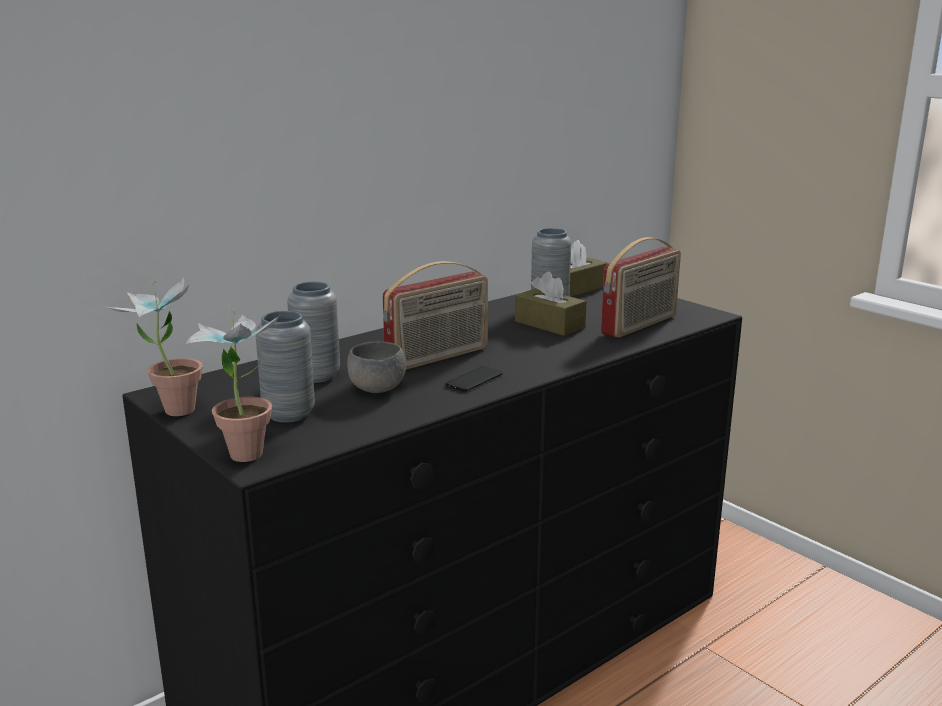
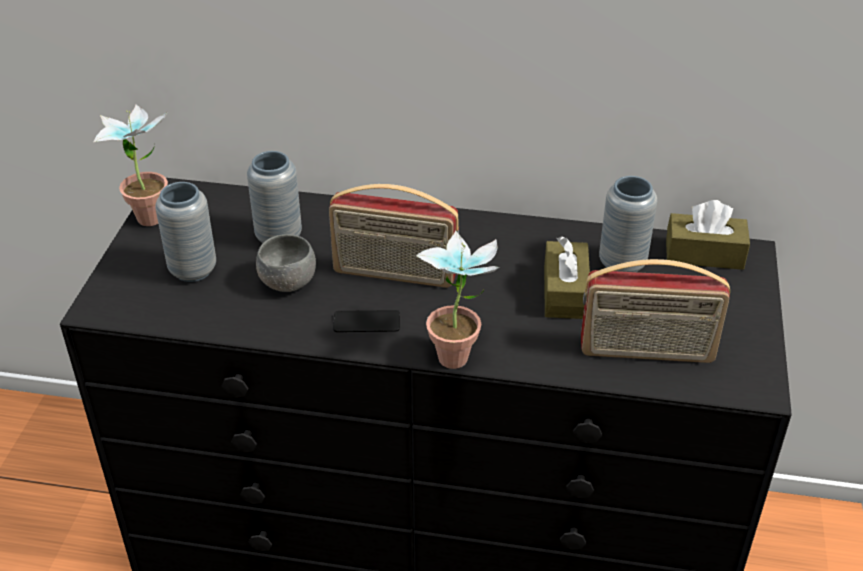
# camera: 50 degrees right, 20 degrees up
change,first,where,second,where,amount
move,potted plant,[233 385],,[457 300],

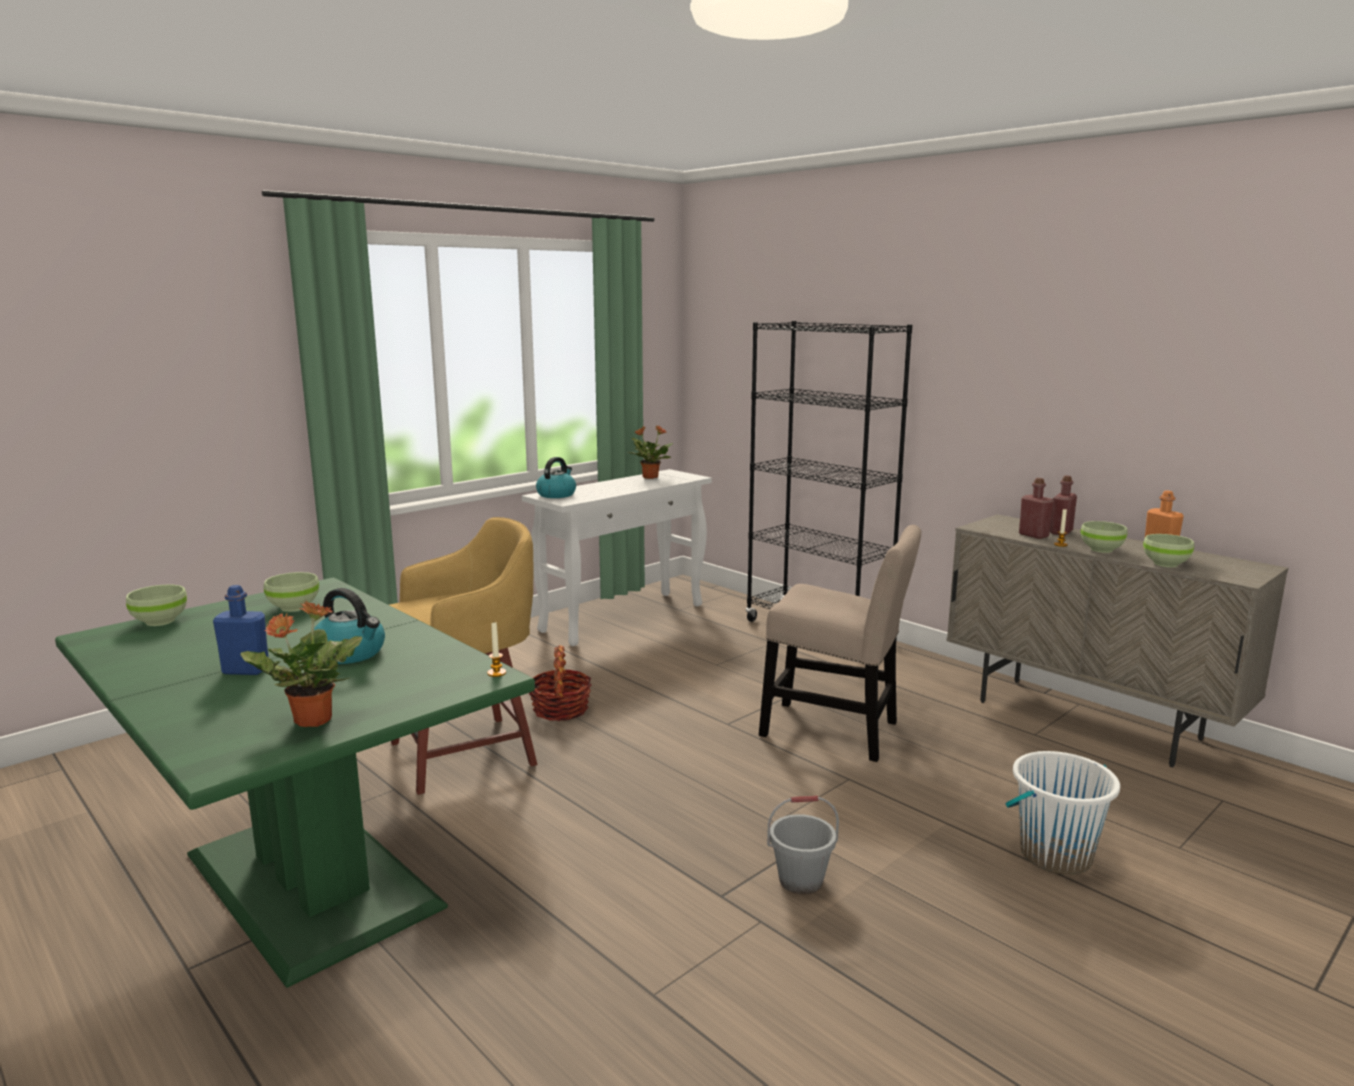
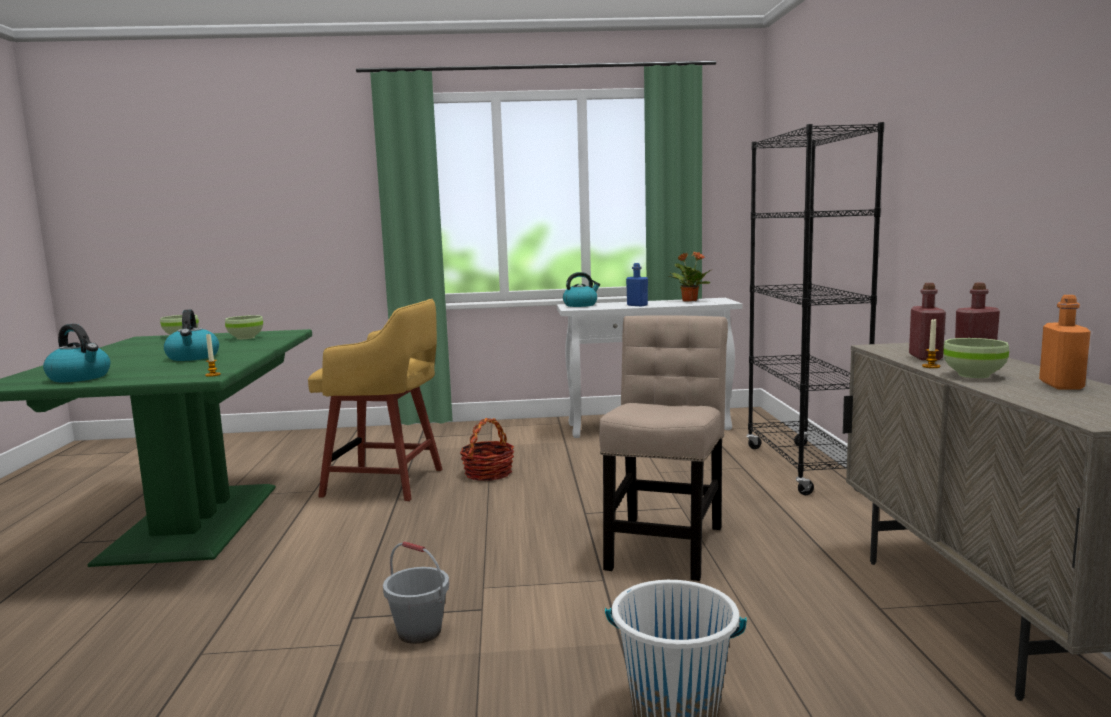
# camera: 40 degrees right, 5 degrees down
change,first,where,second,where,amount
delete,green bowl,[1168 550],,,
move,blue bottle,[241 630],,[637 284],
replace,potted plant,[301 664],kettle,[76 353],
rotate,beige chair,[840 643],,[663 448],135 degrees counterclockwise

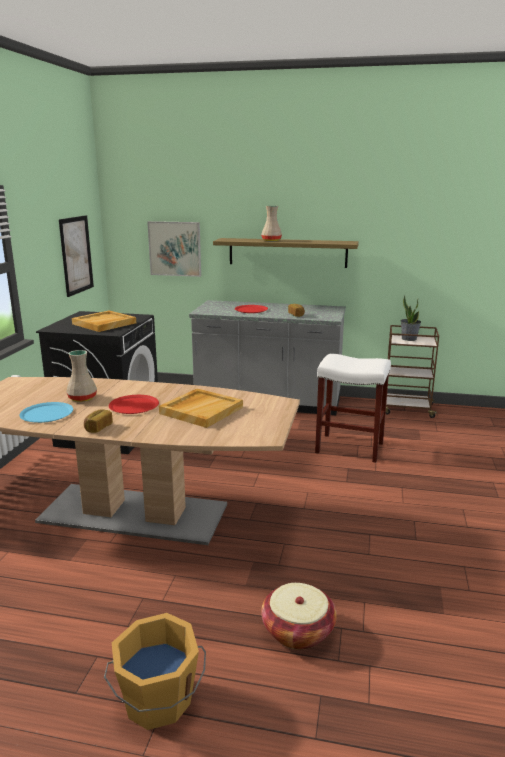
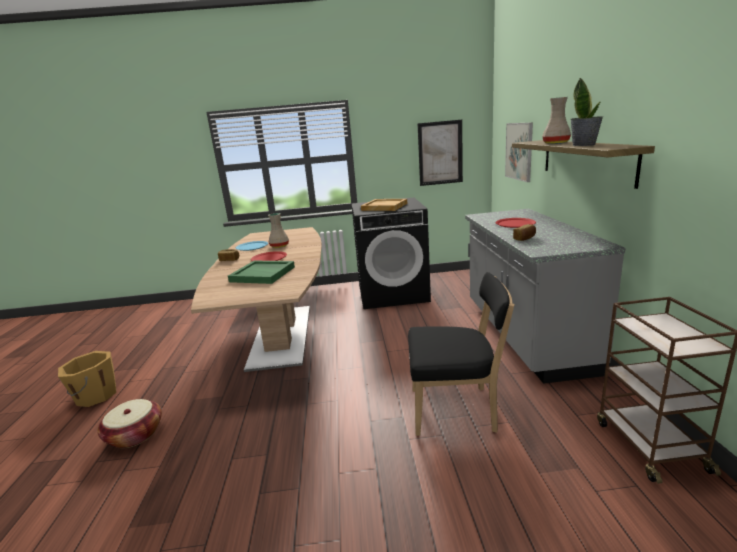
# camera: 75 degrees right, 0 degrees up
change,first,where,second,where,amount
move,potted plant,[411 318],,[586 111],
replace,white stool,[353 408],black chair,[461 354],
recolor,beige tray,[201 408],green tray,[261 272],

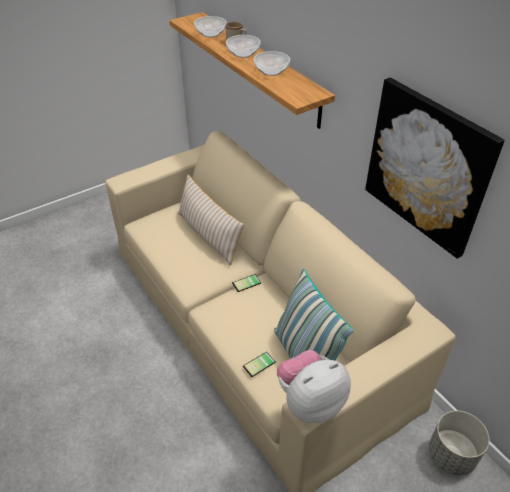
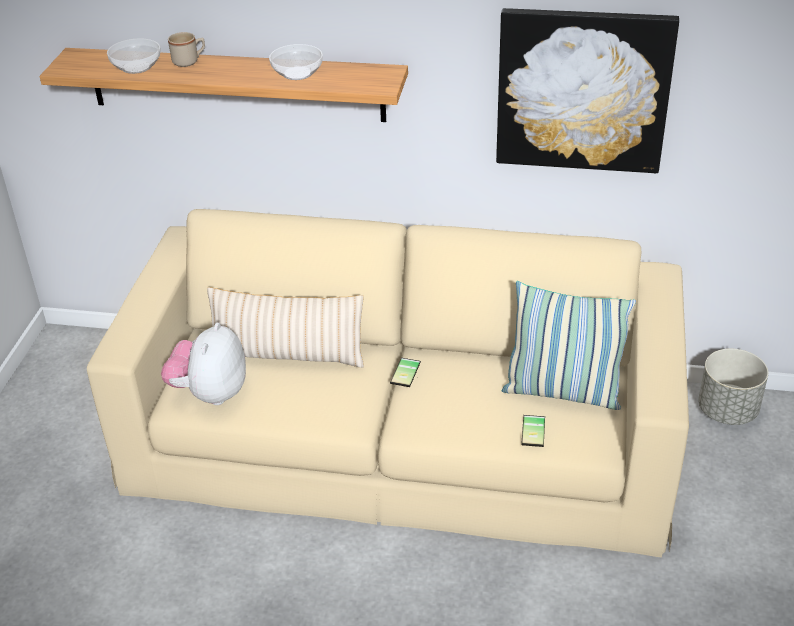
# camera: 45 degrees left, 5 degrees down
change,first,where,second,where,amount
delete,bowl,[243 46],,,
move,plush toy,[314 386],,[203 363],

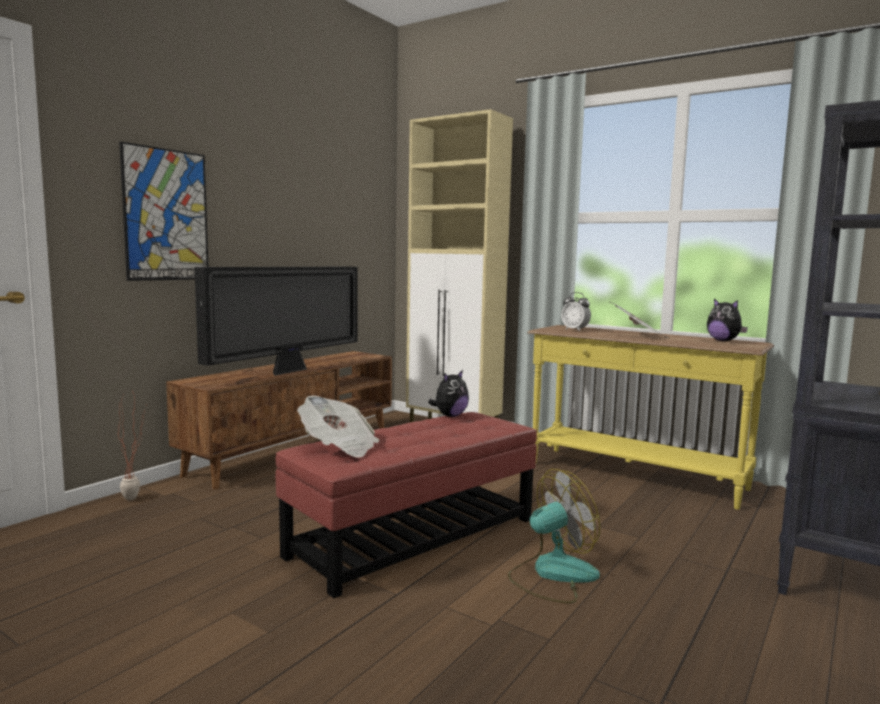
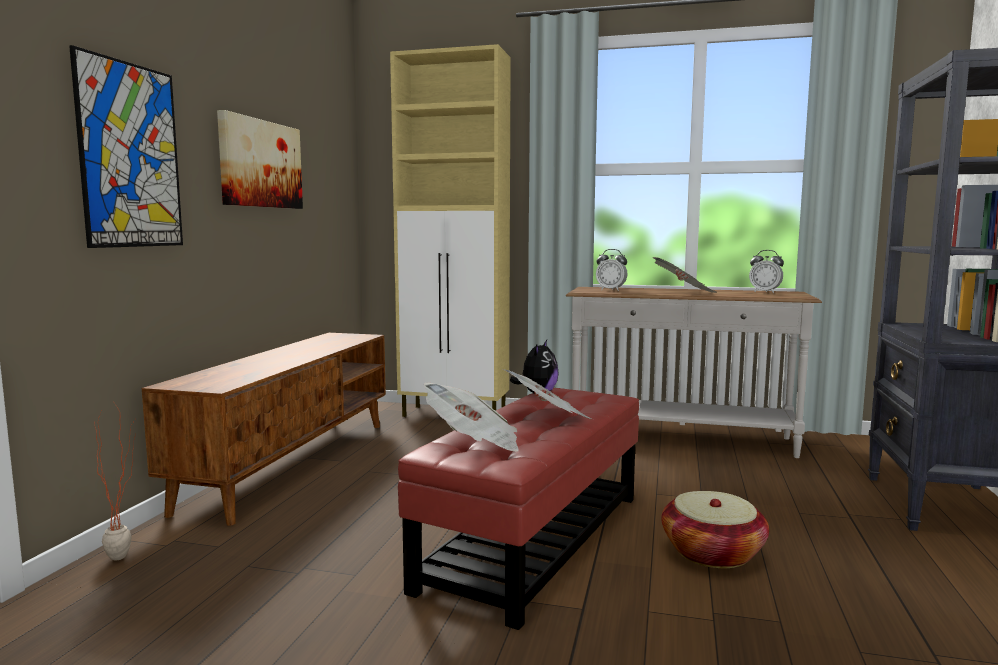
# camera: 20 degrees left, 0 degrees up
change,first,where,second,where,amount
delete,television,[276 321],,,
insert,,,picture,[260 159],
insert,,,newspaper,[547 394],
replace,fan,[554 536],basket,[715 529],
replace,plush toy,[727 320],alarm clock,[766 271],
recolor,yellow console table,[650 417],white console table,[694 372],

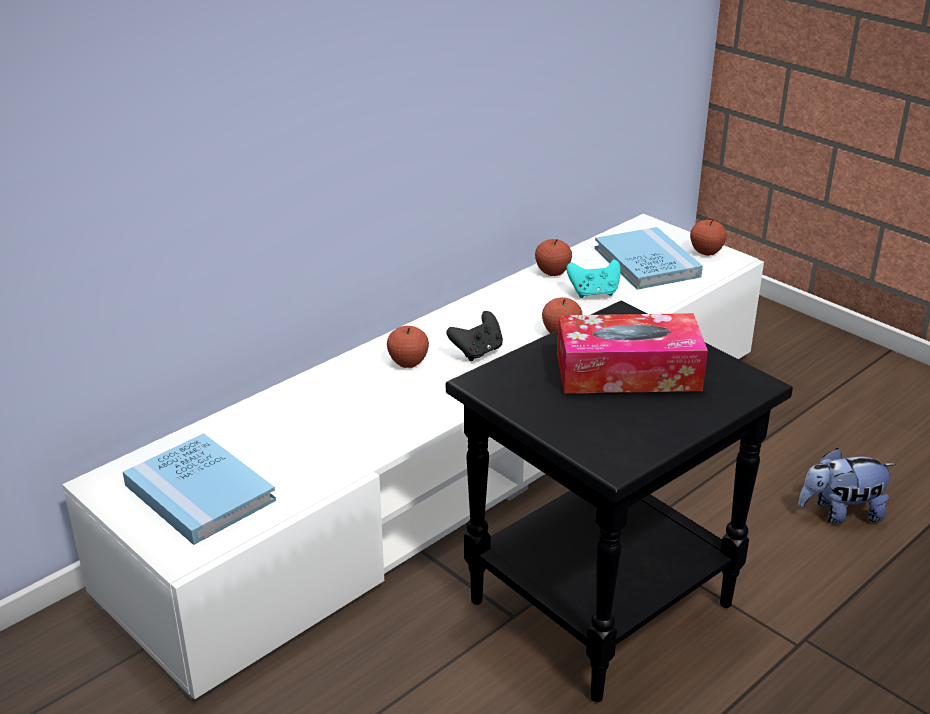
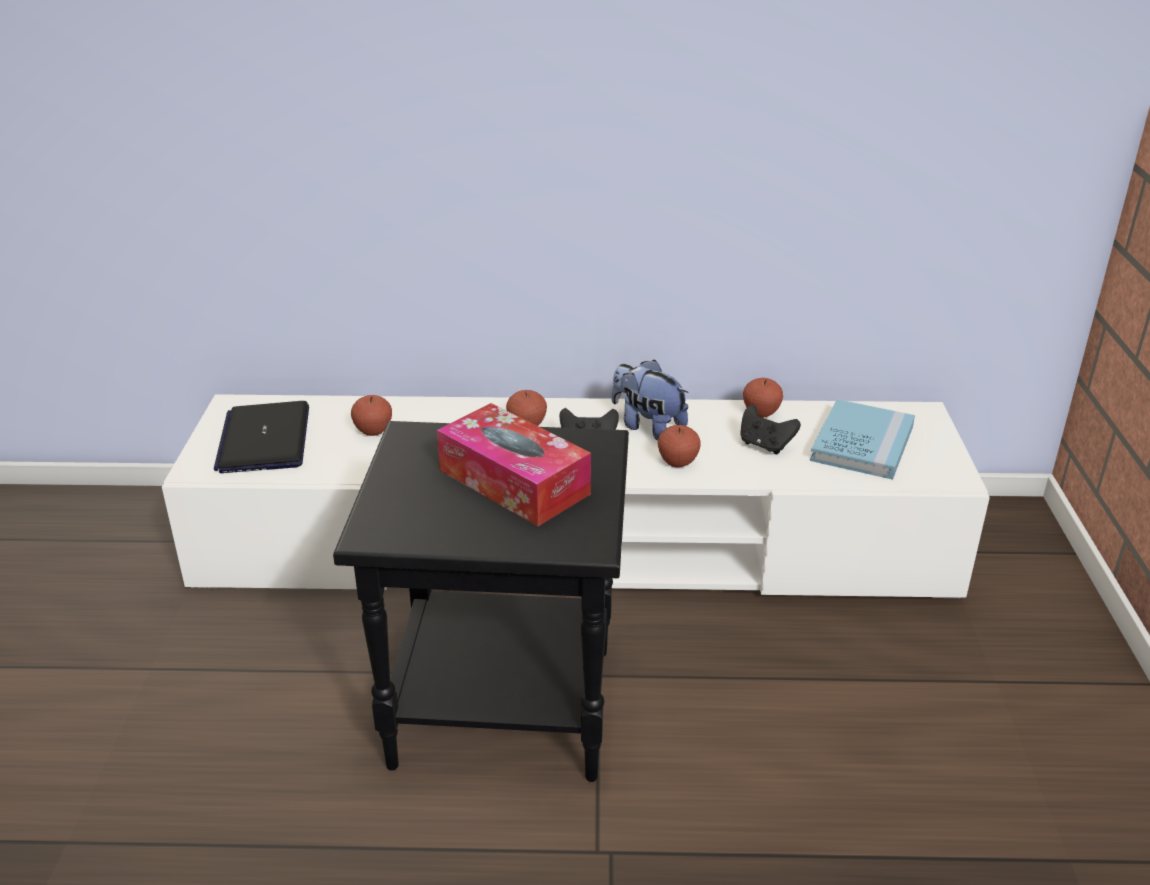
# camera: 45 degrees right, 0 degrees up
change,first,where,second,where,amount
move,apple,[708 237],,[371 415],
move,plush toy,[847 486],,[650 400],
replace,blue book,[199 489],laptop,[261 437],
recolor,turquoise game controller,[593 278],black game controller,[770 429],

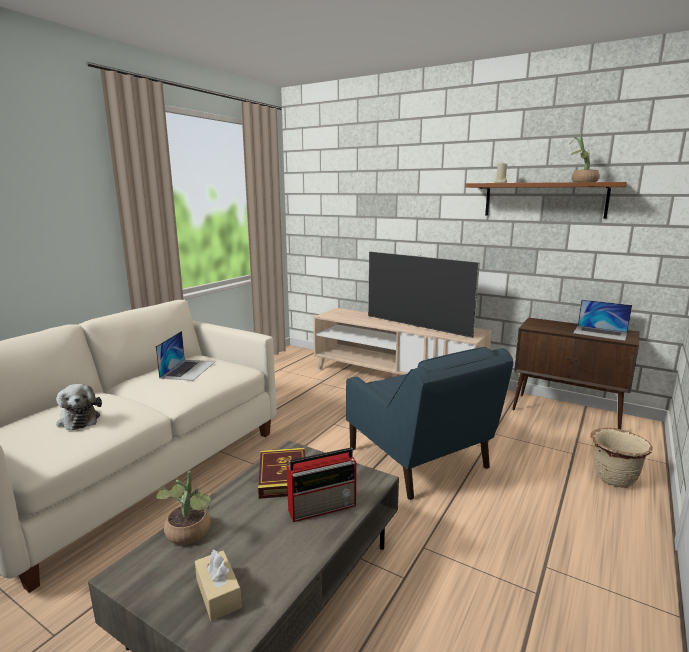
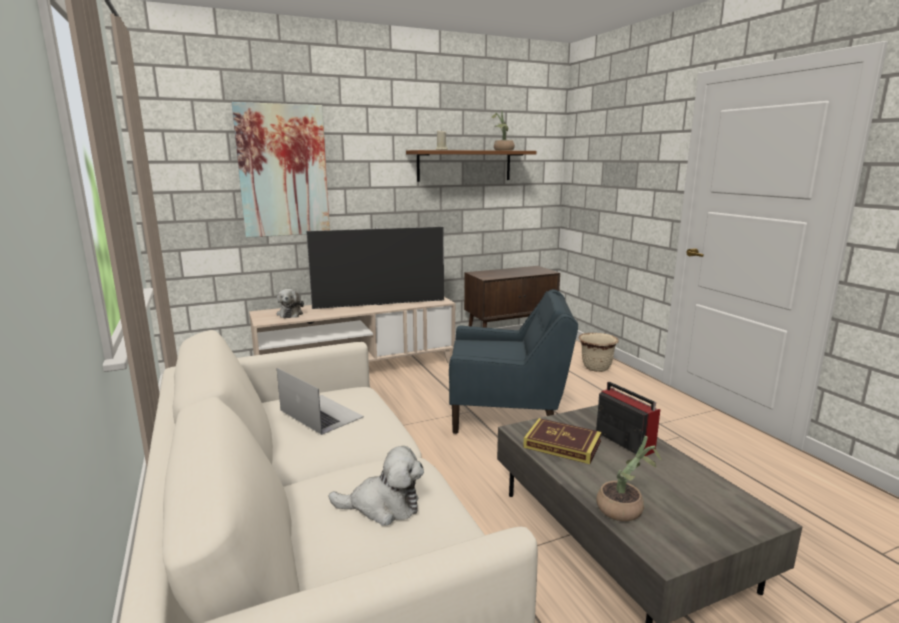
# camera: 55 degrees left, 0 degrees up
change,first,where,second,where,amount
delete,beige tissue box,[218 585],,,
delete,laptop,[602 320],,,
insert,,,picture,[281 169],
insert,,,plush toy,[290 303],
rotate,radio,[321 485],,[628 419],45 degrees counterclockwise

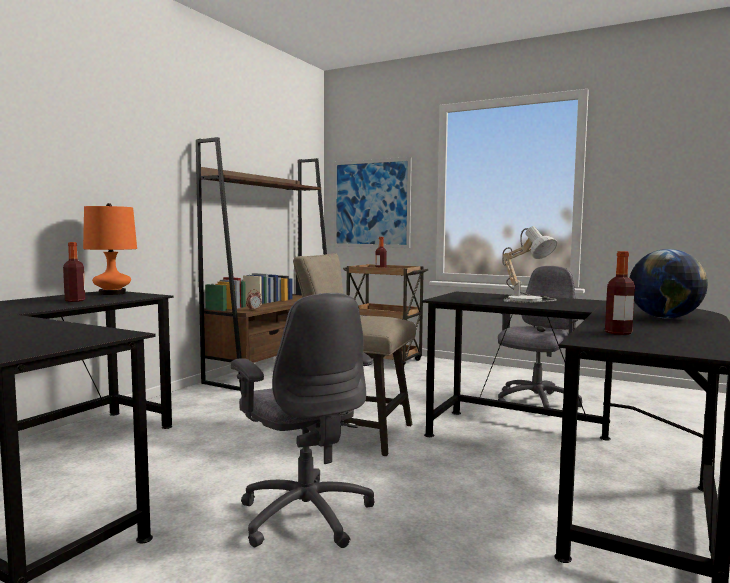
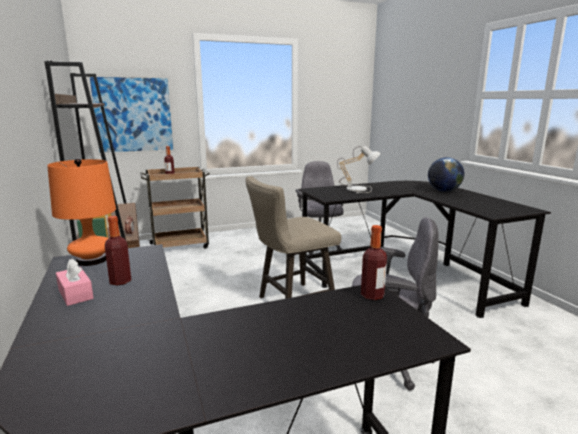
# camera: 50 degrees left, 10 degrees up
change,first,where,second,where,amount
insert,,,pink tissue box,[75 282],
move,bottle,[620 293],,[374 262],

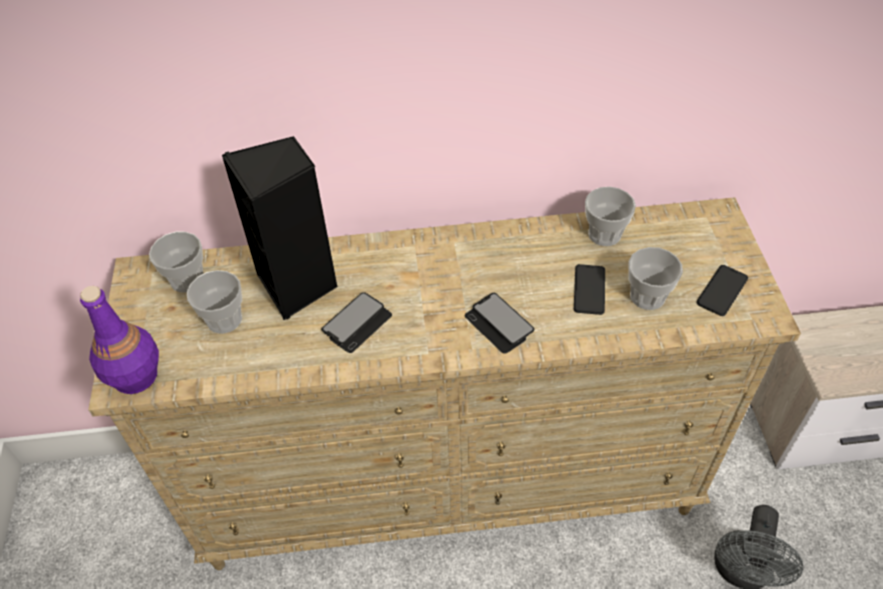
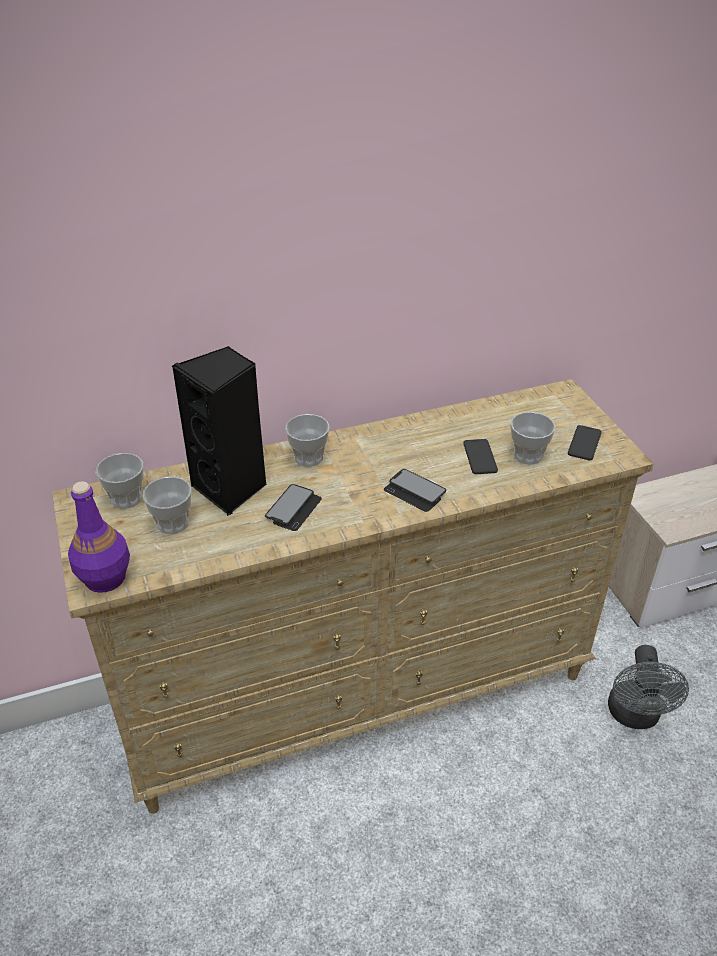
# camera: 15 degrees left, 10 degrees down
change,first,where,second,where,amount
move,cup,[610 216],,[307 440],

